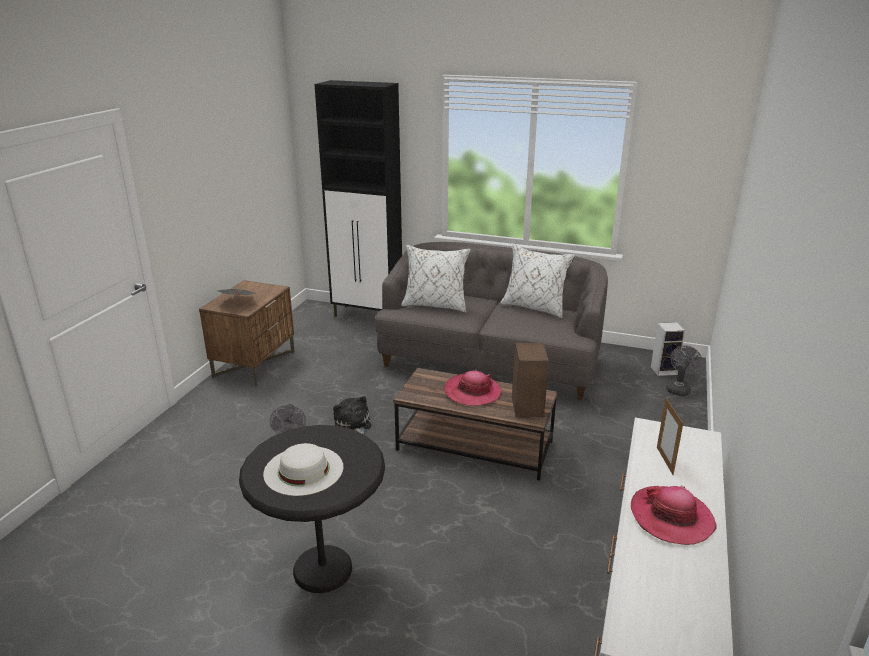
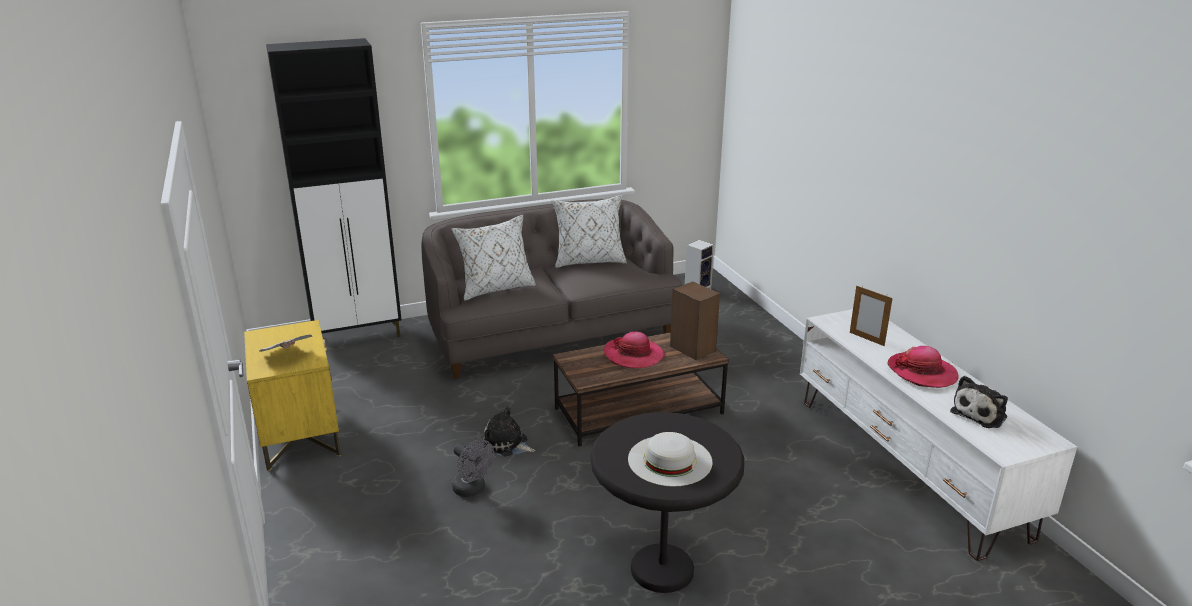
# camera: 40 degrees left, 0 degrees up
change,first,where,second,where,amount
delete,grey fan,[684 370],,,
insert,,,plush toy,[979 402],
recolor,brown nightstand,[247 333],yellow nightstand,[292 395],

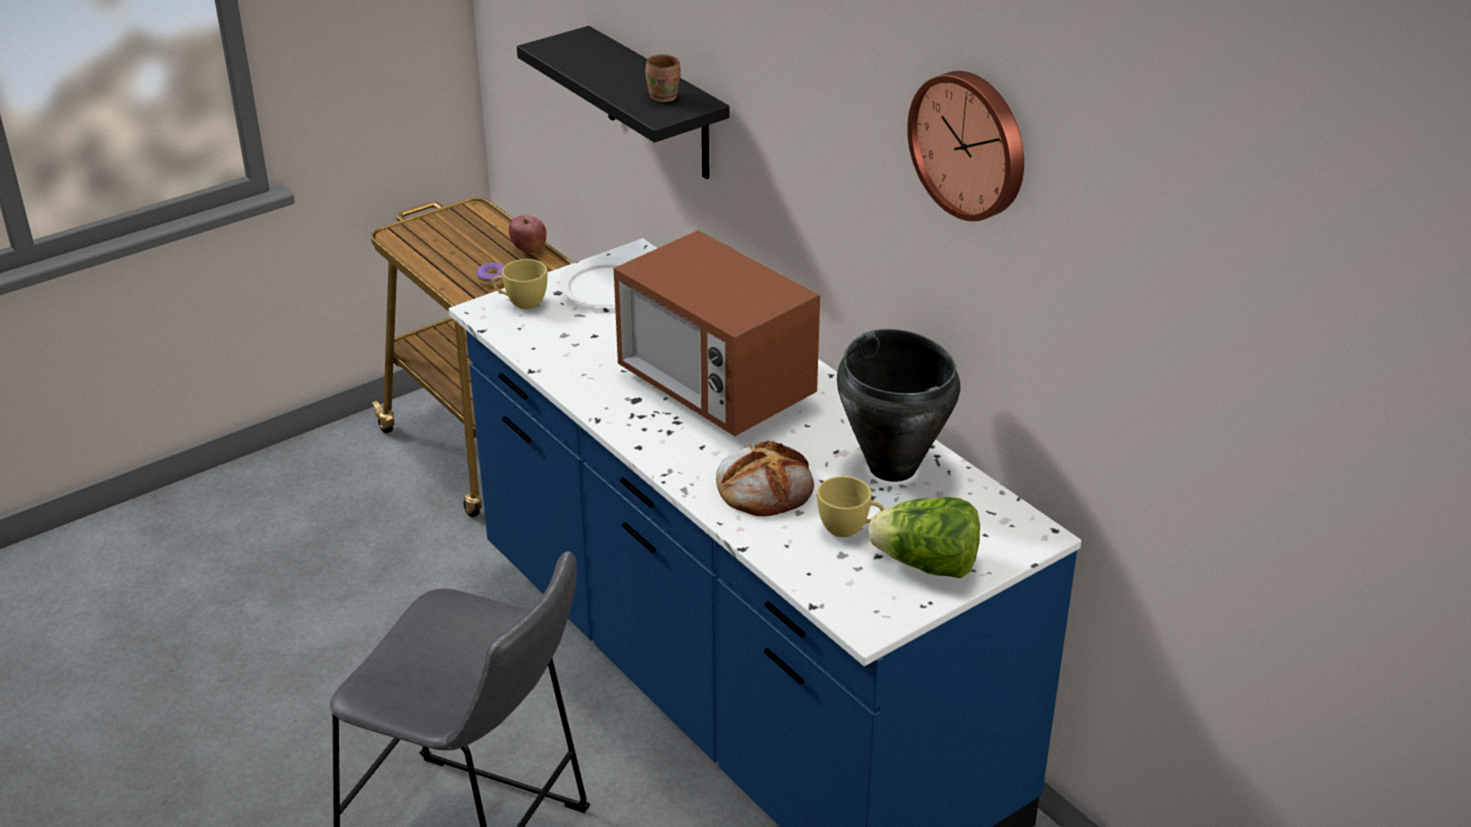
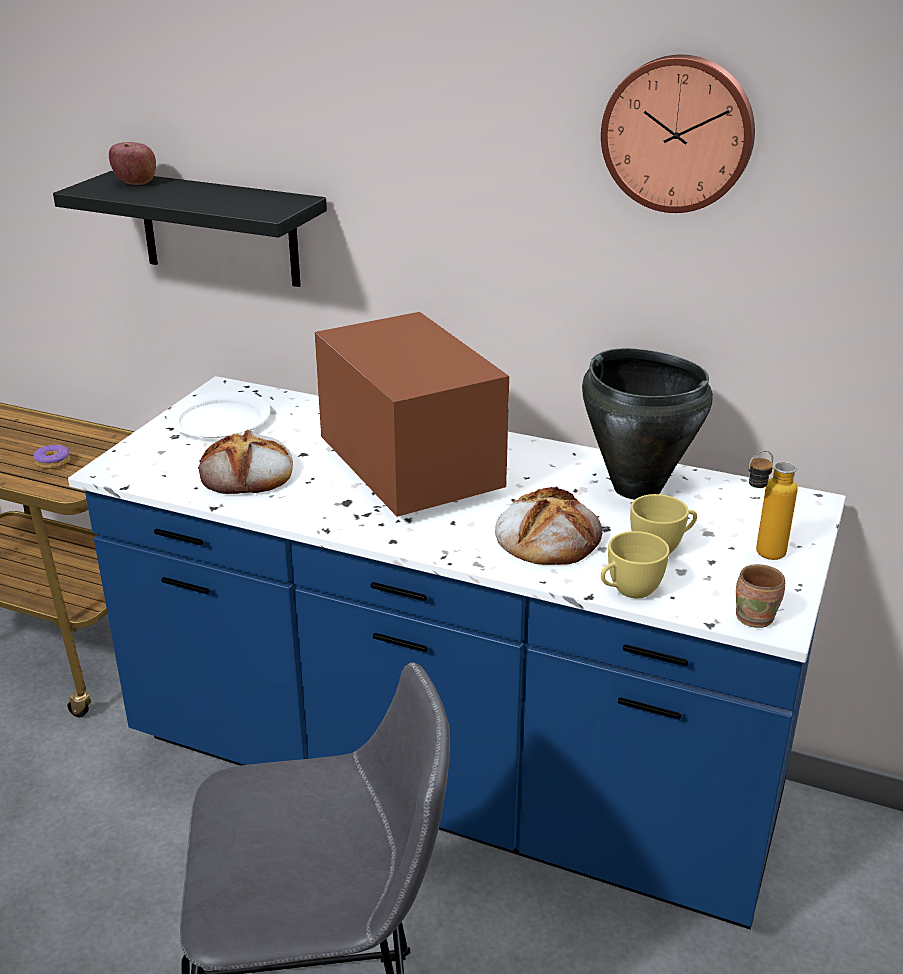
# camera: 30 degrees left, 5 degrees down
change,first,where,second,where,amount
insert,,,bread,[245 462],
move,yellow cup,[519 284],,[635 564],
move,apple,[527 234],,[132 163],
move,brown mug,[663 78],,[760 596],
replace,lettuce,[924 537],bottle,[773 505],
rotate,microwave,[717 333],,[412 414],135 degrees counterclockwise

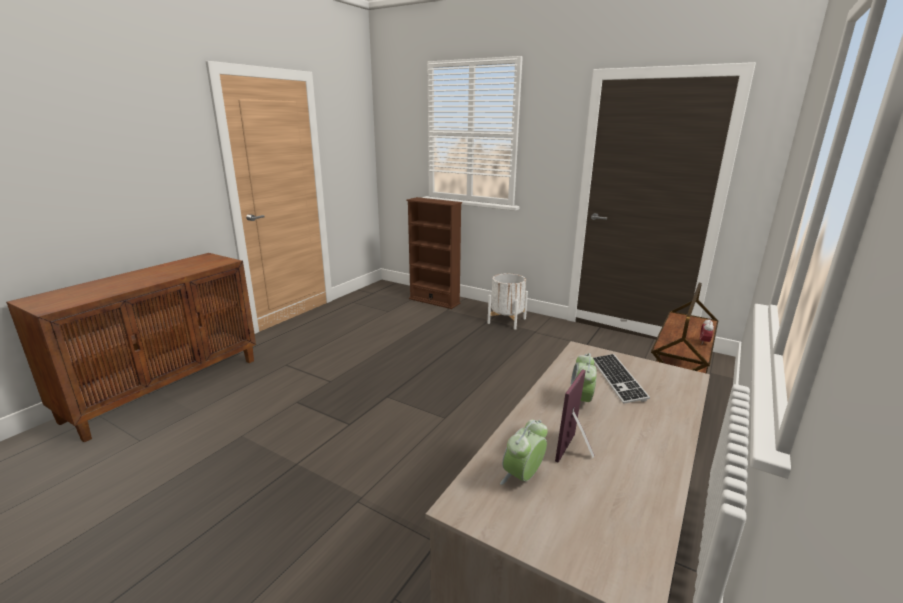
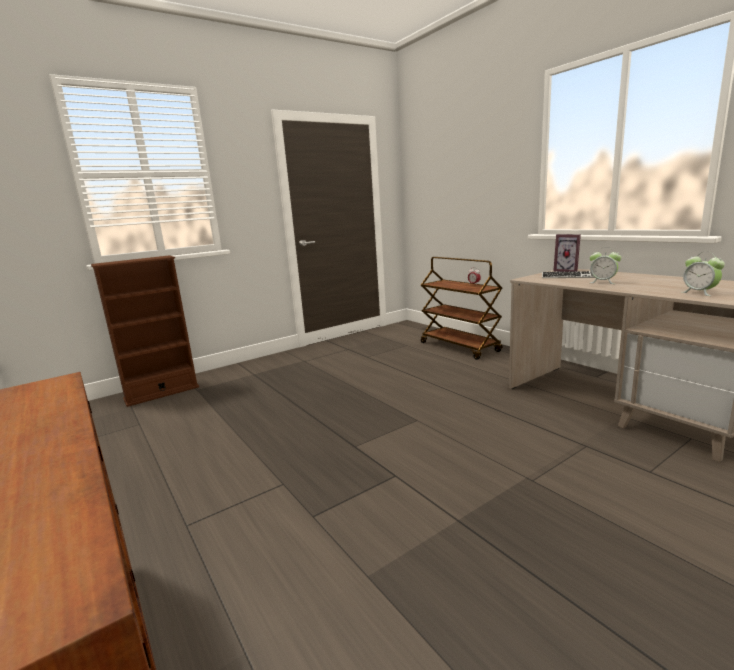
# camera: 65 degrees left, 5 degrees down
change,first,where,second,where,amount
delete,white planter,[508 301],,,
move,picture frame,[574 416],,[567 253],

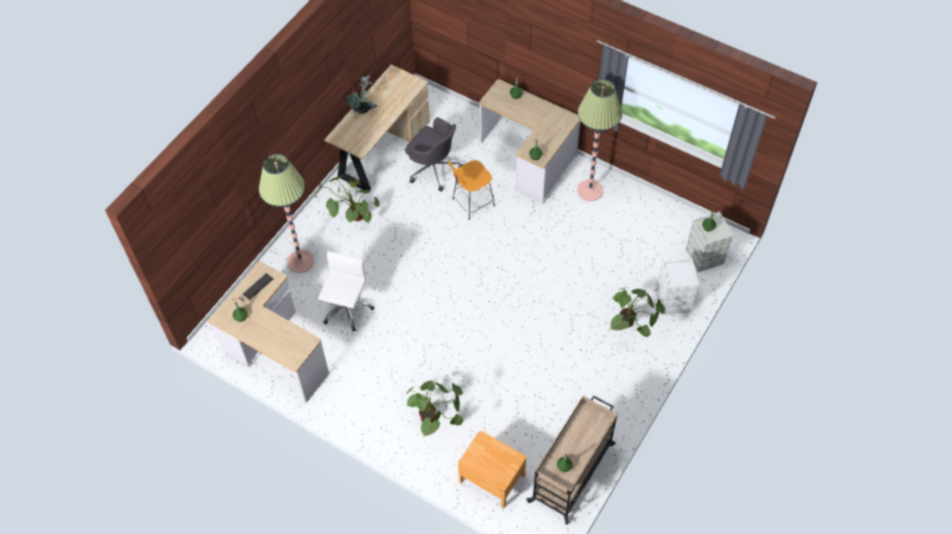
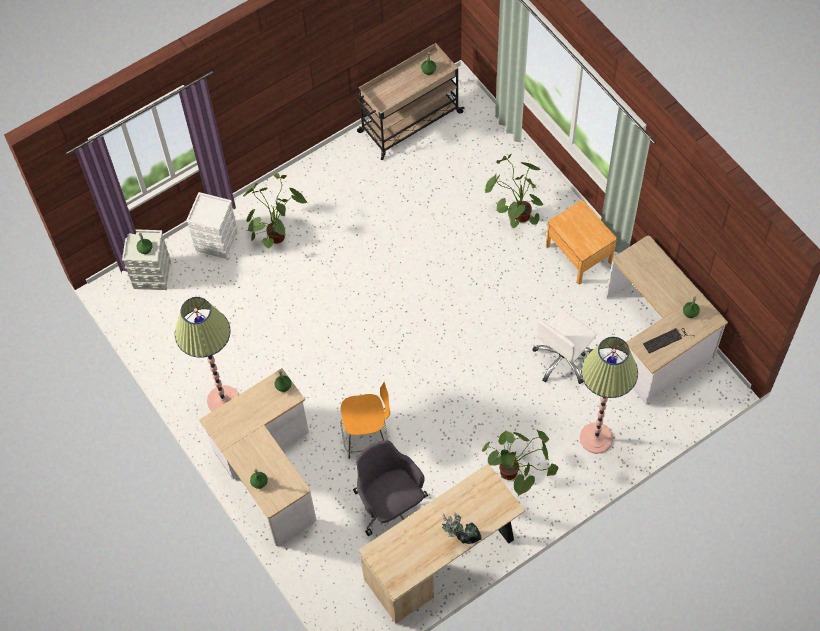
# camera: 155 degrees left, 5 degrees up
change,first,where,second,where,amount
move,brown nightstand,[492 469],,[581 242],

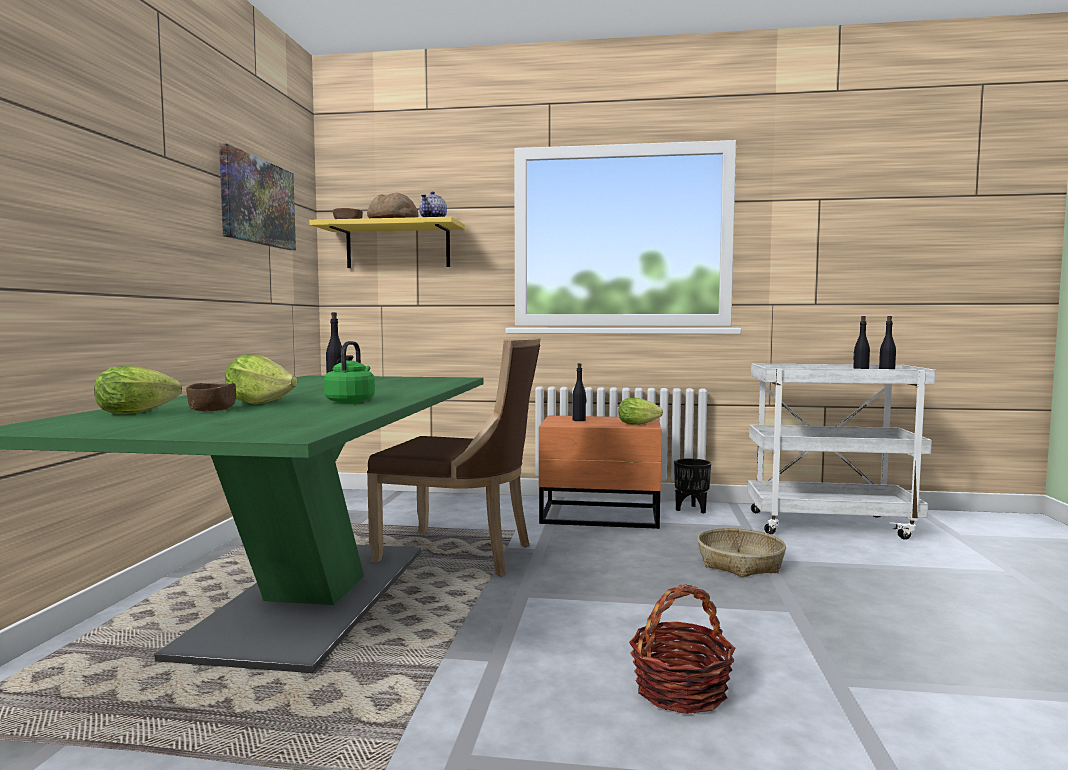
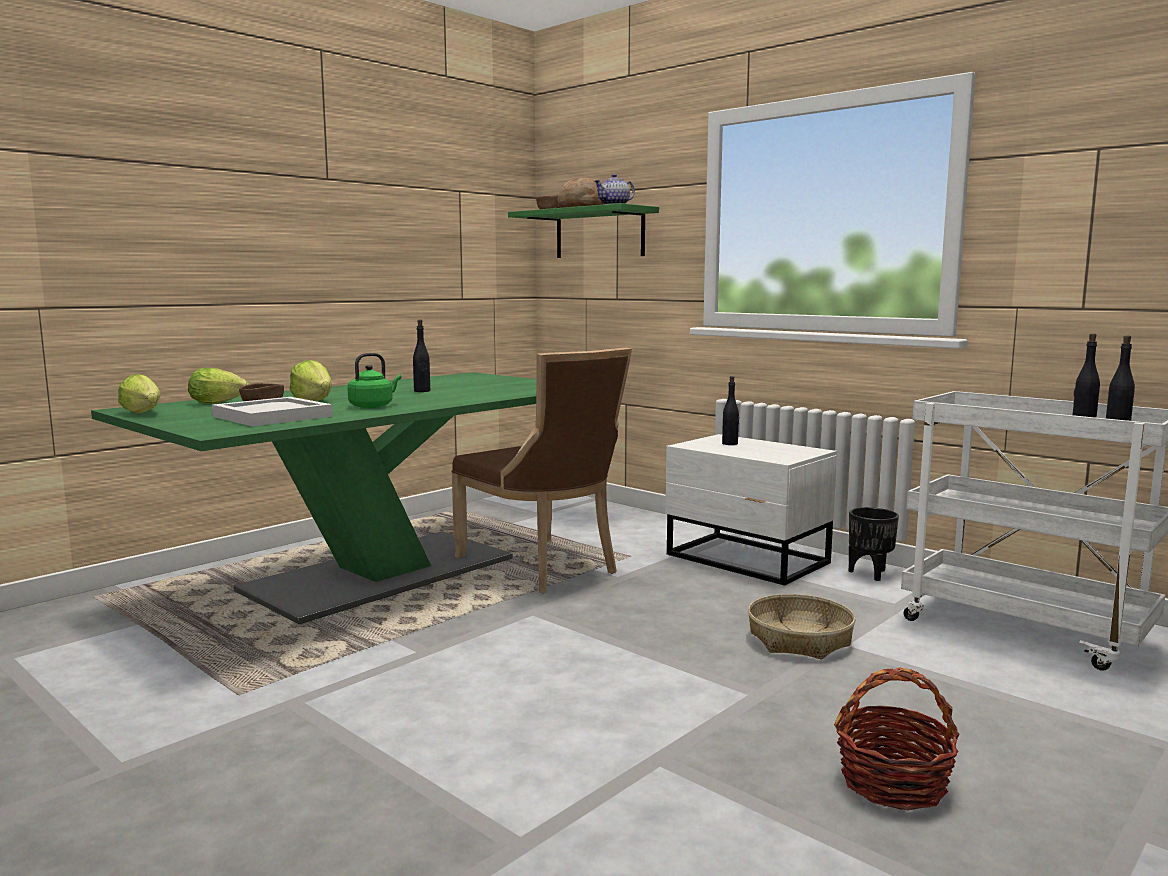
# camera: 35 degrees right, 5 degrees up
change,first,where,second,where,amount
delete,picture,[257 196],,,
insert,,,white tray,[272 411],
move,lettuce,[640 411],,[139 393],
move,basket,[682 649],,[897 739],
recolor,yellow shelf,[387 242],green shelf,[583 230],
recolor,orange nightstand,[600 472],white nightstand,[751 510],

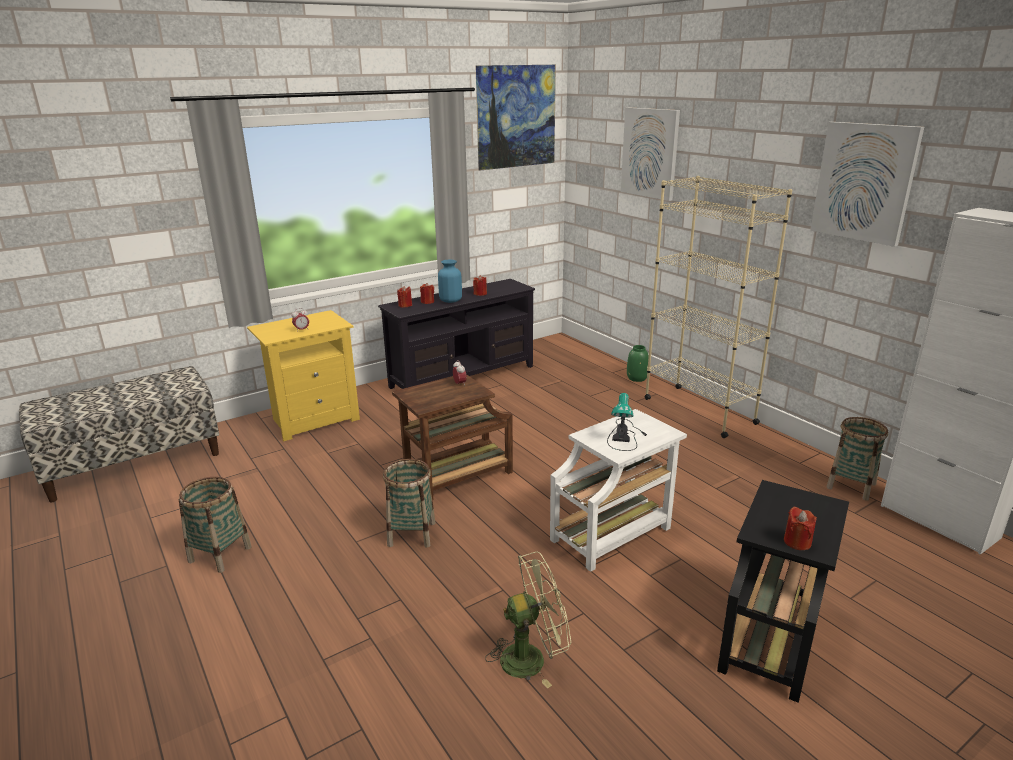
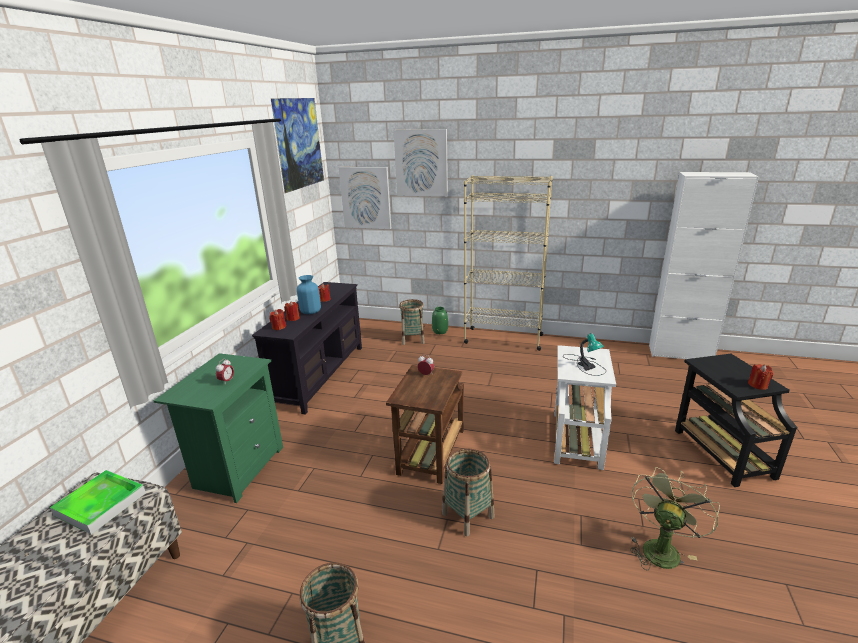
# camera: 40 degrees left, 0 degrees up
change,first,where,second,where,amount
insert,,,tray,[98 502],
move,picture,[867 184],,[365 198],
move,basket,[857 459],,[412 322],
recolor,yellow nightstand,[303 375],green nightstand,[218 428],

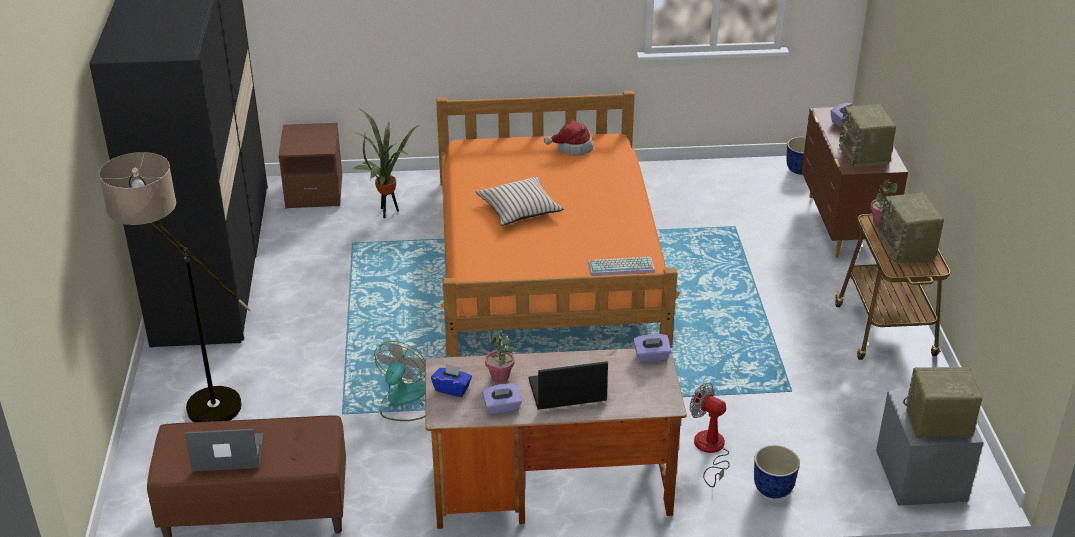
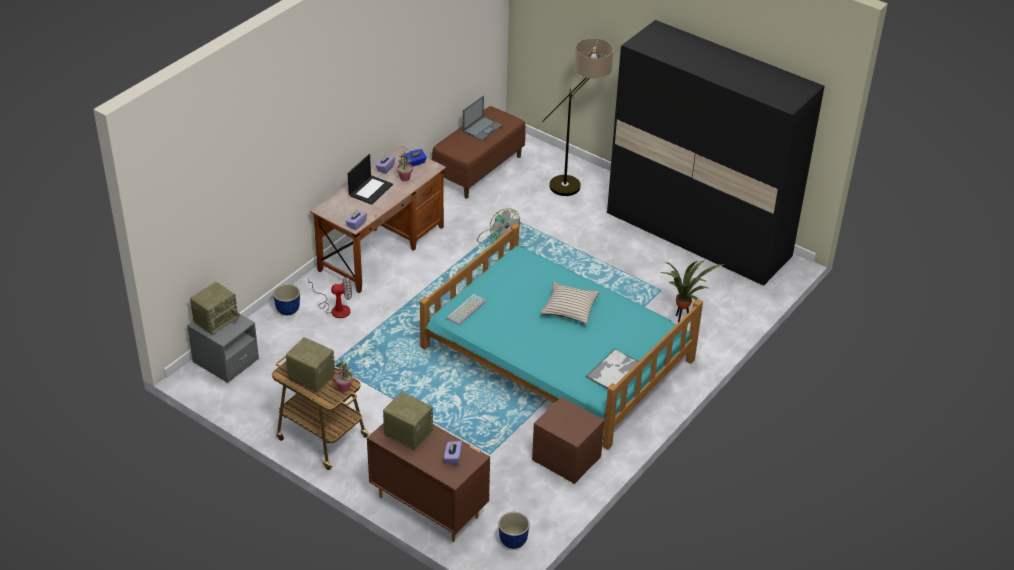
# camera: 130 degrees right, 5 degrees up
change,first,where,second,where,amount
move,brown nightstand,[310 166],,[568 440],
replace,hat,[569 138],tray,[612 369],
recolor,orange bed,[558 223],turquoise bed,[561 336],

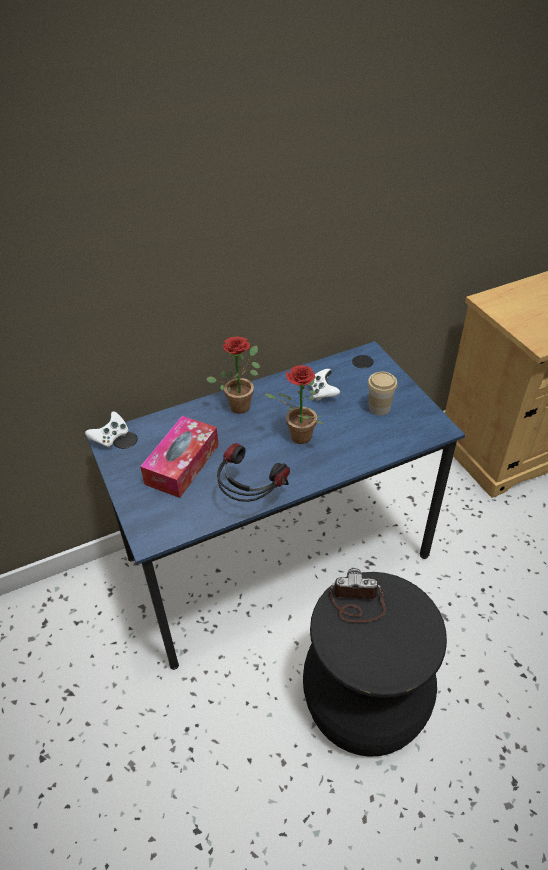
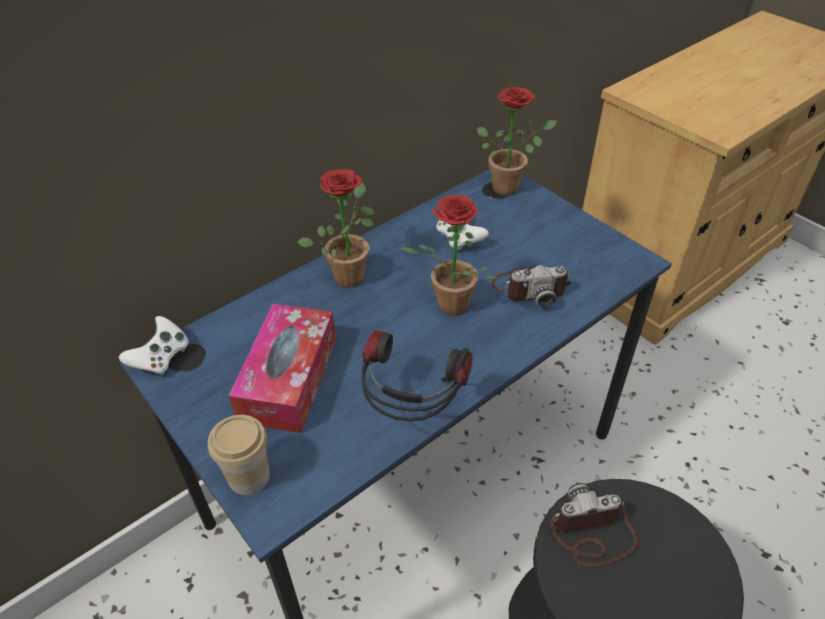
# camera: 15 degrees left, 0 degrees up
change,first,where,second,where,amount
insert,,,potted plant,[517 141],
insert,,,photo camera,[531 286],
move,cup,[383 394],,[239 455],

